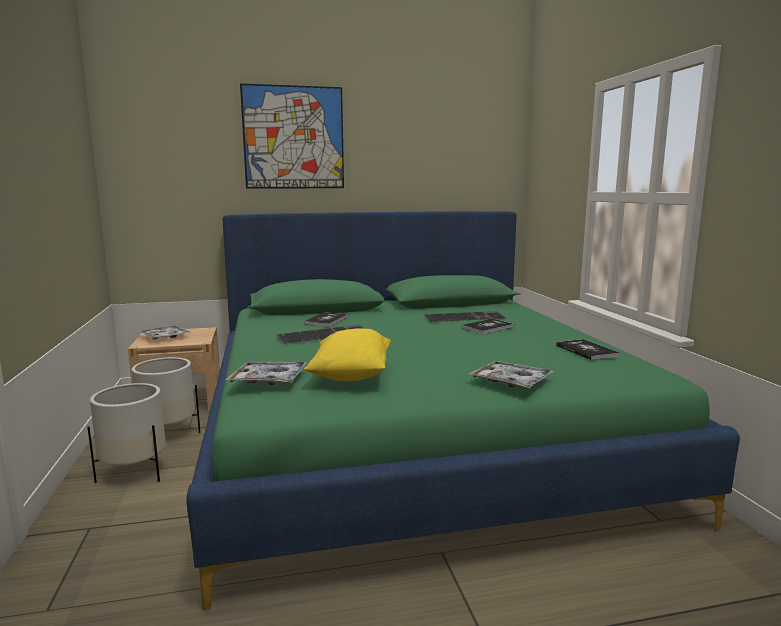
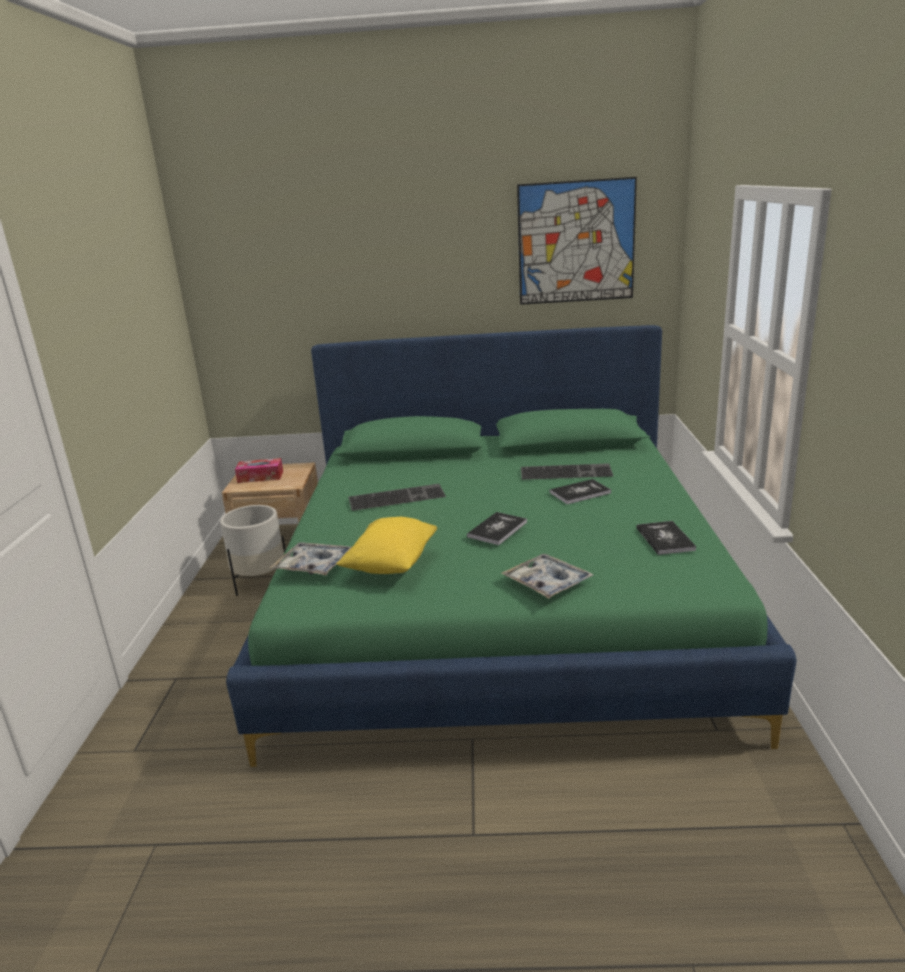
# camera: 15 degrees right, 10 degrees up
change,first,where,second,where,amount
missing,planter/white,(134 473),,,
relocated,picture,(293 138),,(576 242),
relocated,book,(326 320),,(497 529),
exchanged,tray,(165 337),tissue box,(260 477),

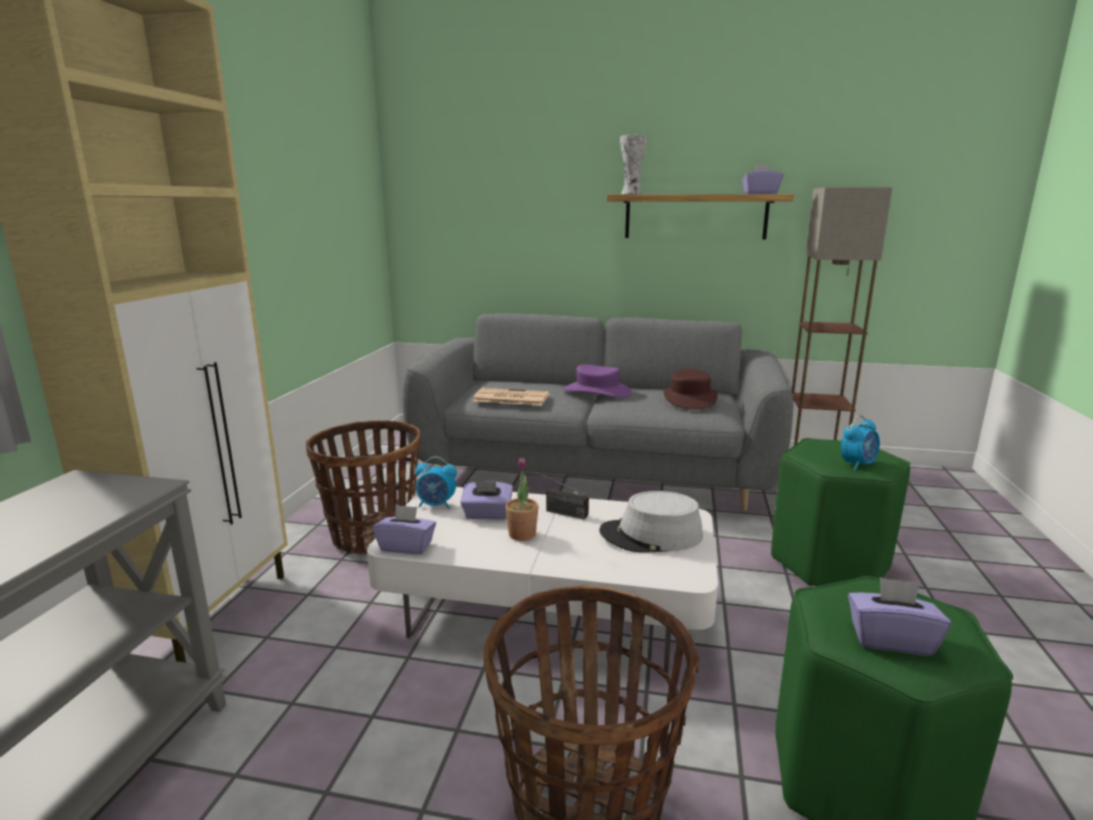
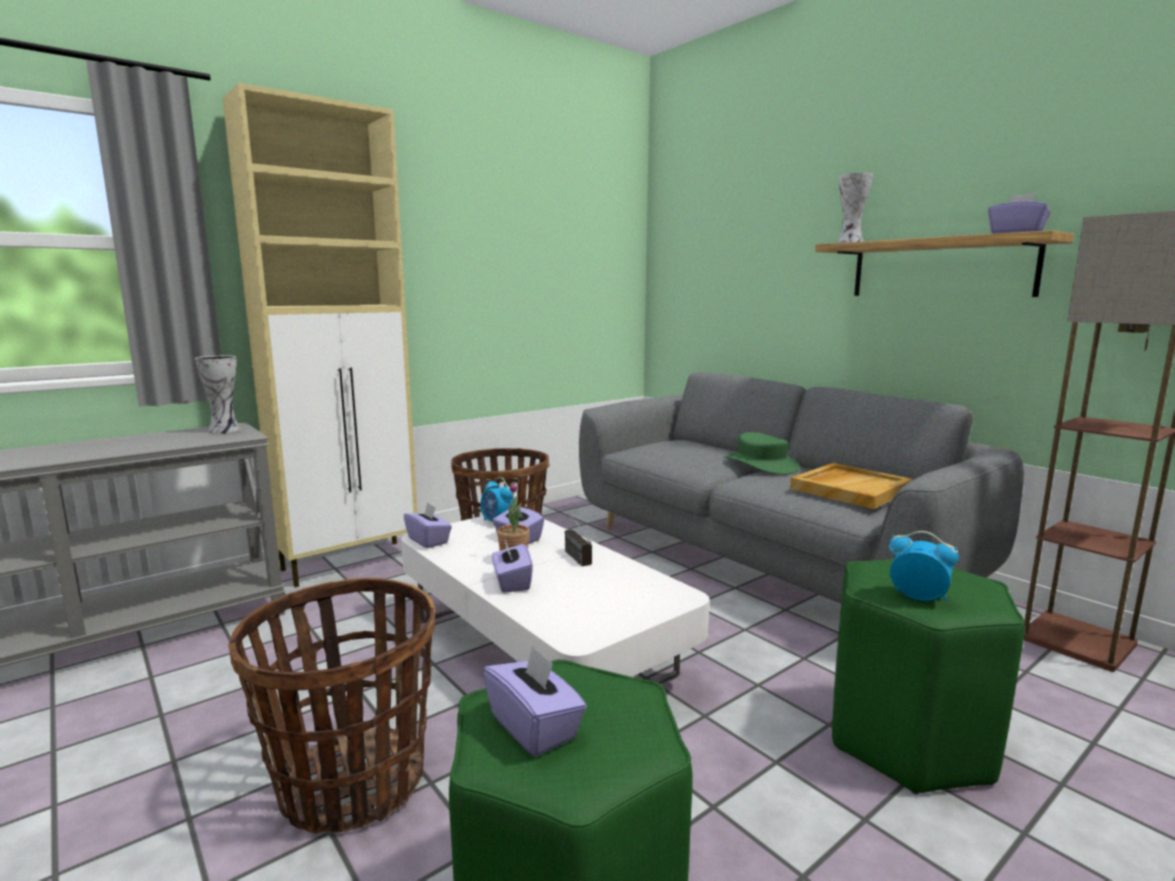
# camera: 40 degrees right, 5 degrees down
change,first,where,second,where,amount
missing,newspaper,(510 398),,,
missing,hat/grey,(651 535),,,
appeared,,,vase,(225 430),
appeared,,,tissue box/purple,(512 582),
exchanged,hat/brown,(689 398),tray/beige,(850 489),
colour,hat/purple,(597 391),hat/green,(761 464),
spun,alarm clock,(857 464),,(917 597),150 degrees counterclockwise

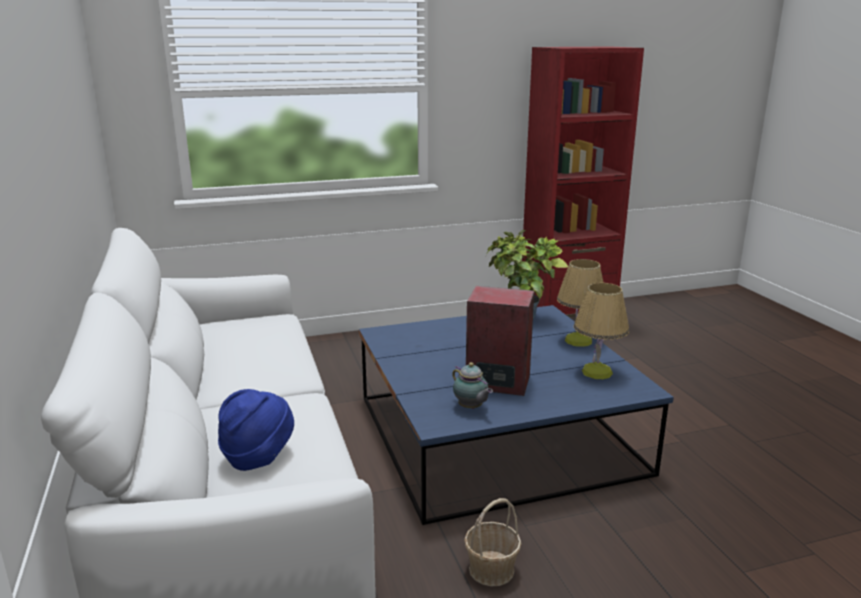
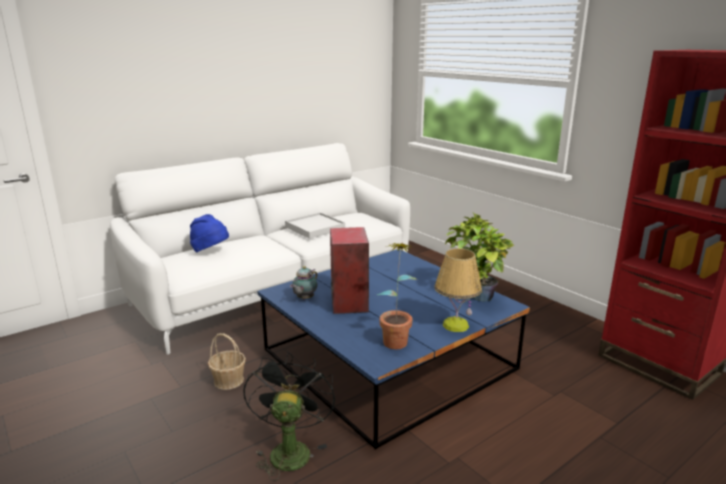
# camera: 70 degrees right, 0 degrees up
change,first,where,second,where,amount
appeared,,,fan/black,(289 449),
appeared,,,tray/white,(315 228),
exchanged,table lamp,(597 372),potted plant,(396 338),

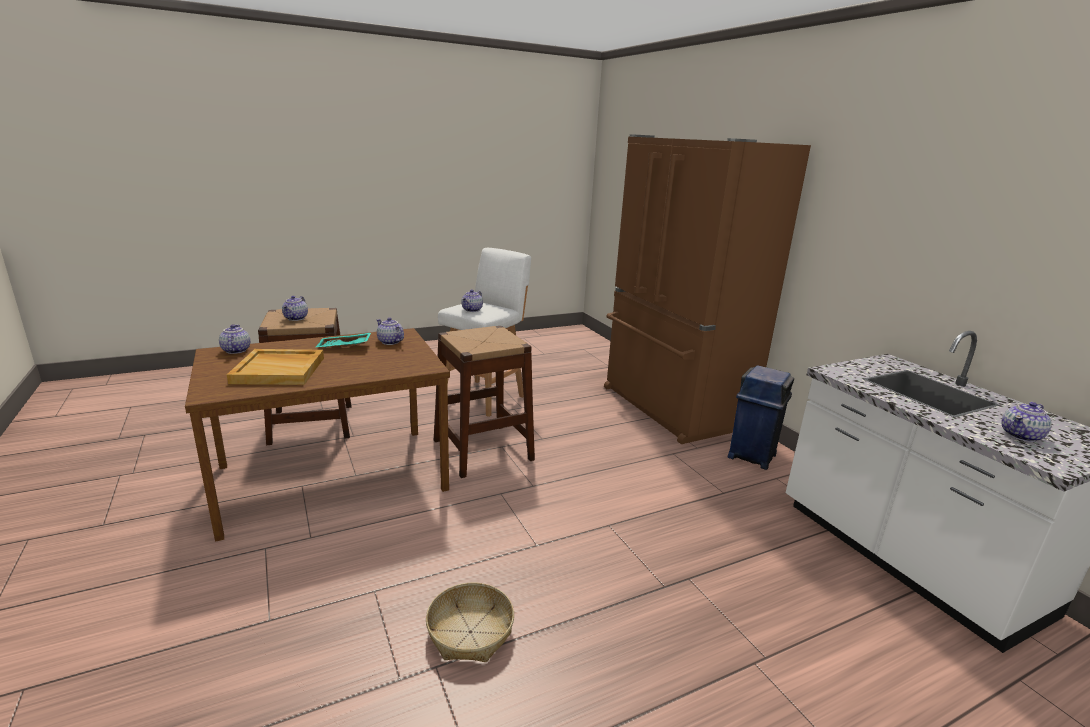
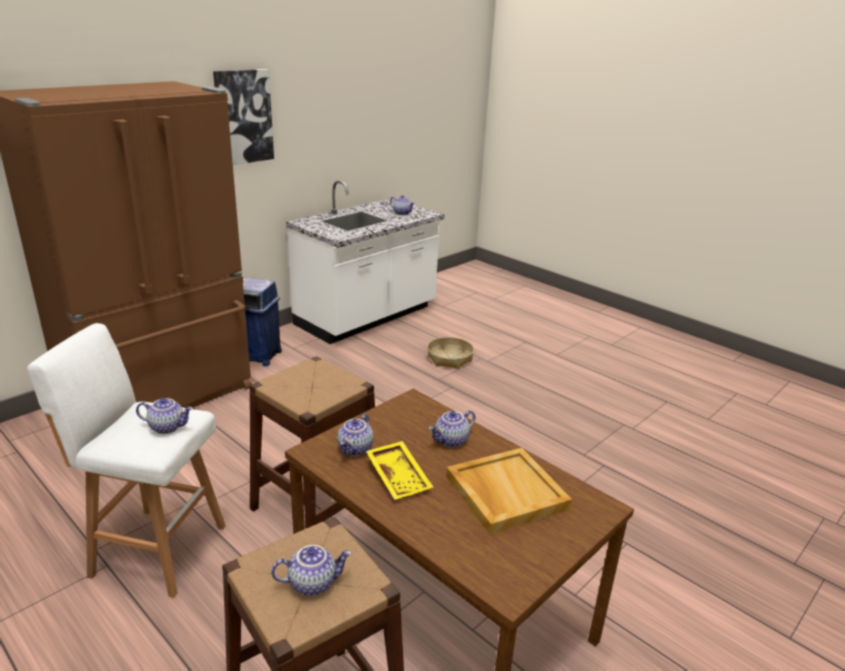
# camera: 110 degrees left, 5 degrees up
change,first,where,second,where,amount
appeared,,,picture,(243 117),
relocated,teapot,(235 350),,(451 441),
relocated,basket,(470 632),,(449 358),
colour,tray/turquoise,(344 347),tray/yellow,(399 477),

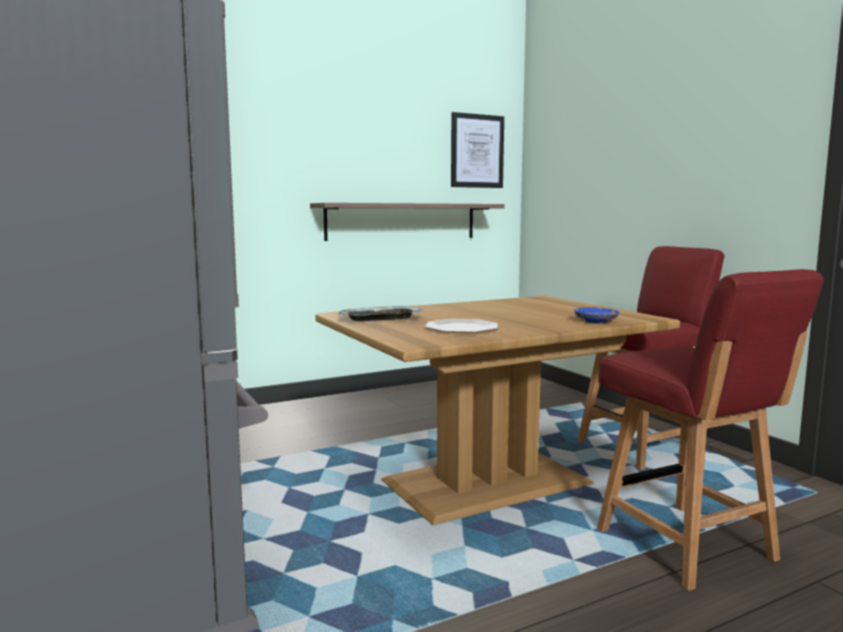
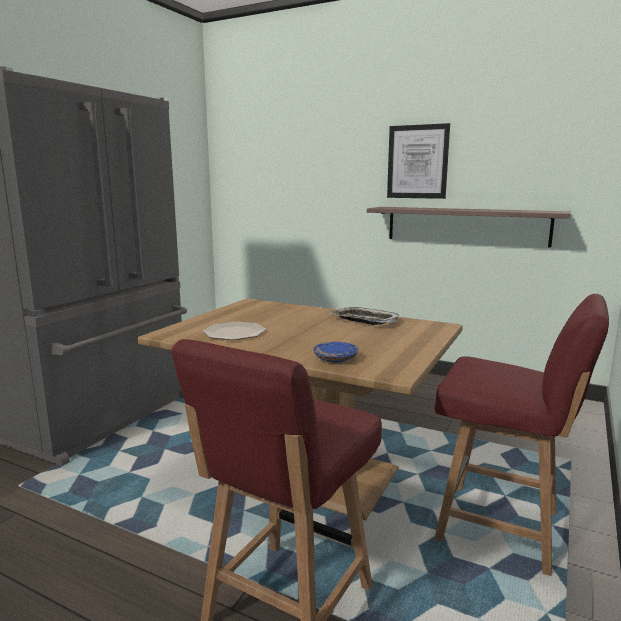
# camera: 55 degrees right, 5 degrees up
change,first,where,second,where,amount
relocated,tray,(380 319),,(364 320),
relocated,picture,(477 151),,(417 162),

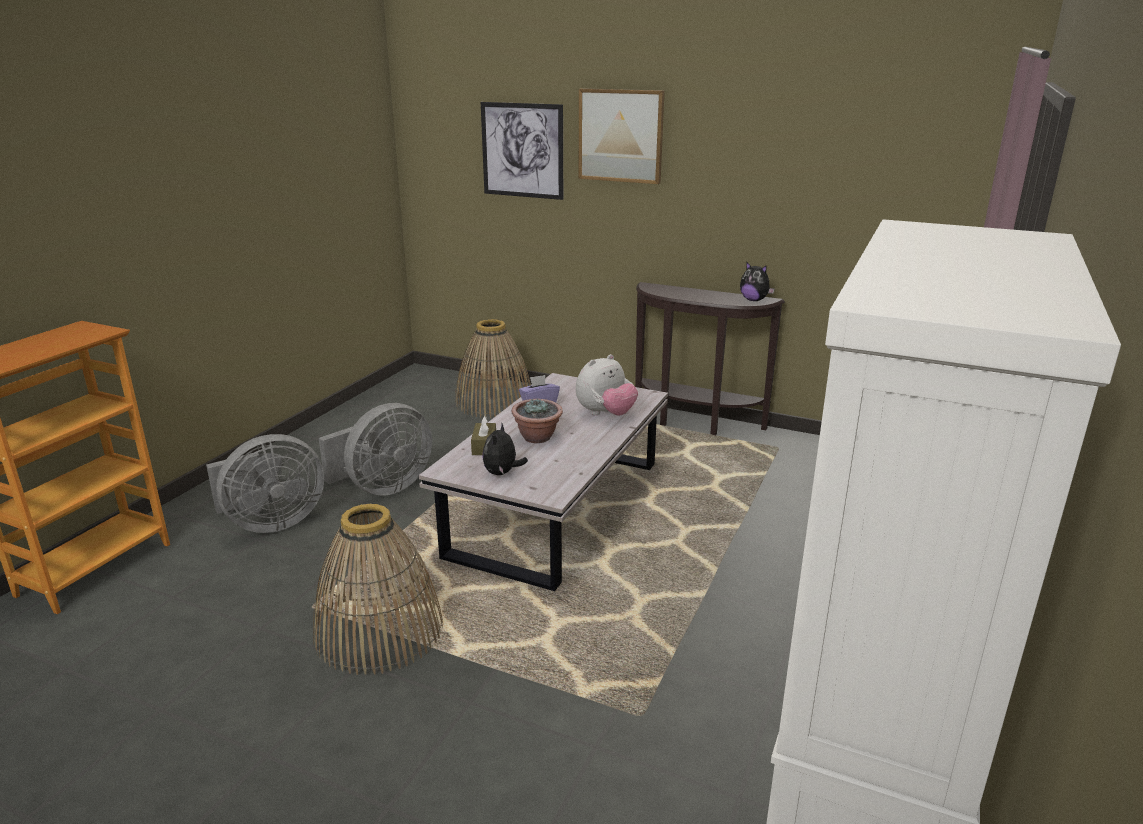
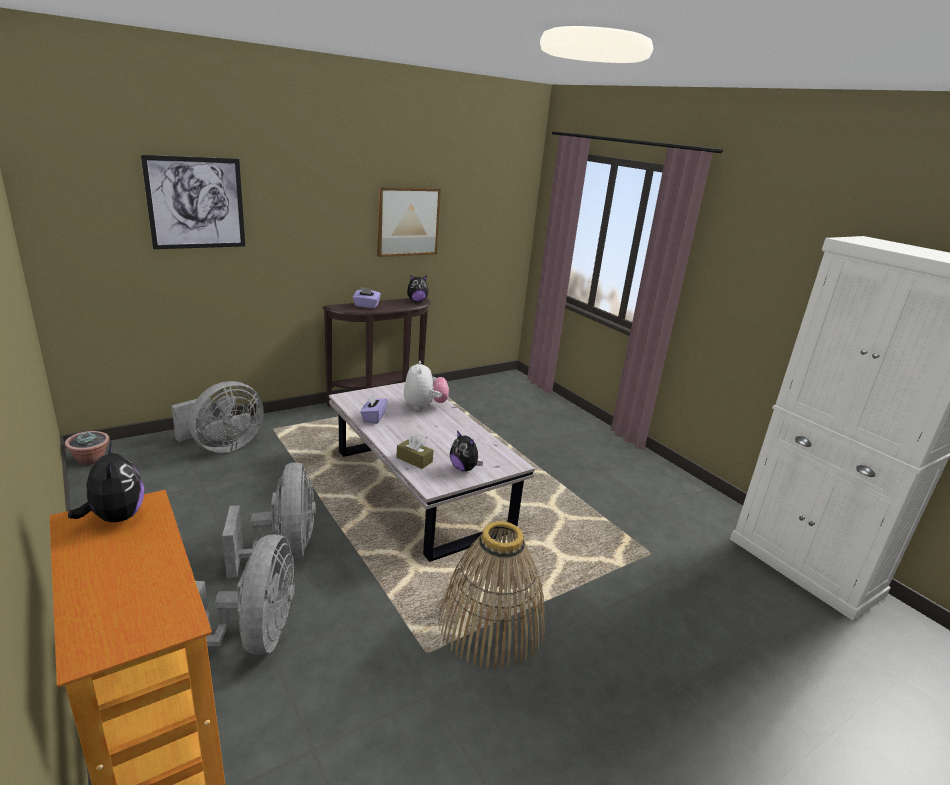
# camera: 60 degrees left, 0 degrees up
change,first,where,second,where,amount
appeared,,,plush toy,(115 517),
appeared,,,tissue box/purple,(366 306),
relocated,potted plant,(537 437),,(91 460),
relocated,picture,(621 136),,(407 221),
exchanged,basket,(494 402),fan/grey,(223 446),

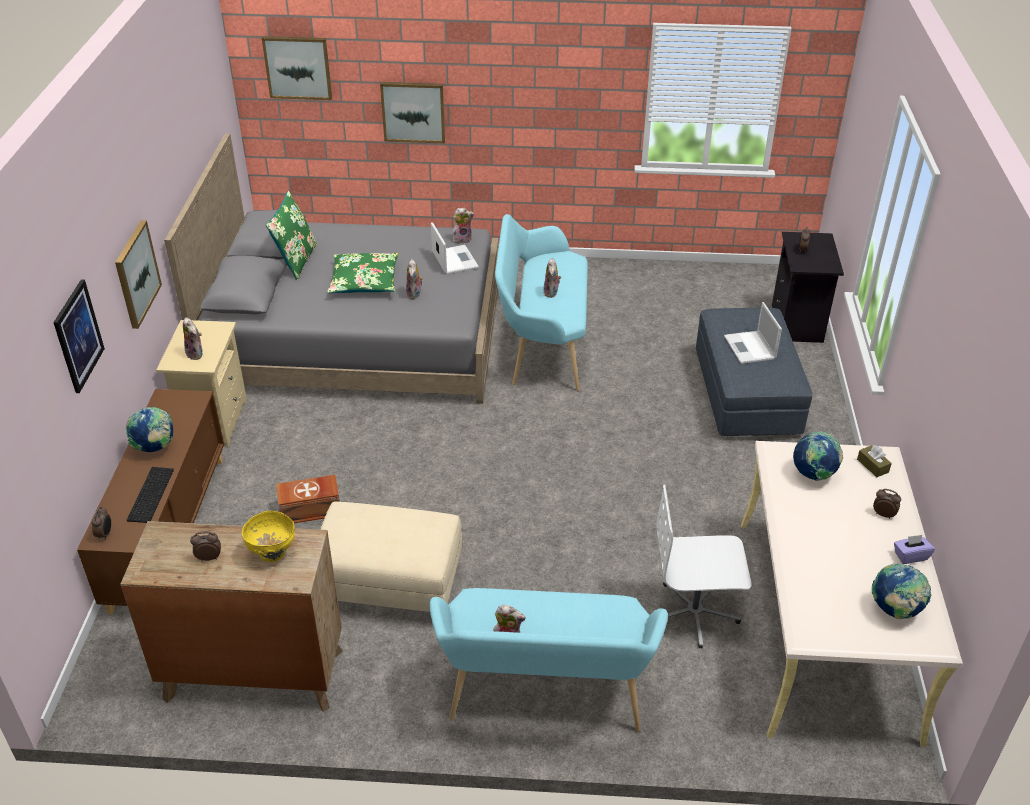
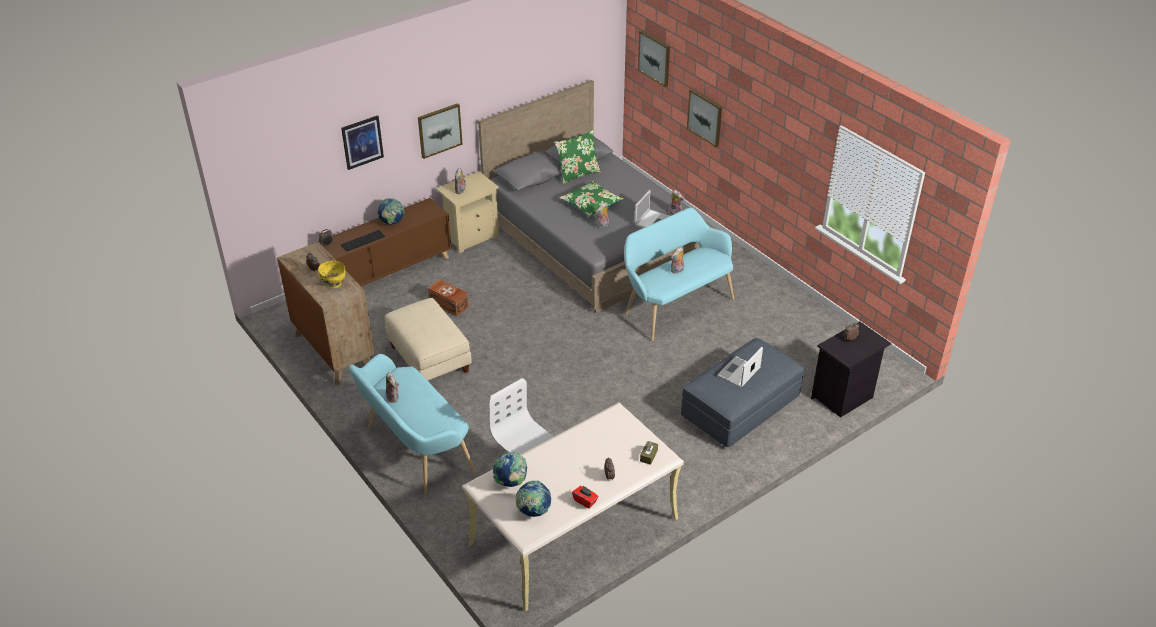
# camera: 50 degrees right, 0 degrees up
change,first,where,second,where,amount
relocated,globe,(813 474),,(511 482),
colour,tissue box/purple,(910 556),tissue box/red,(585 501),

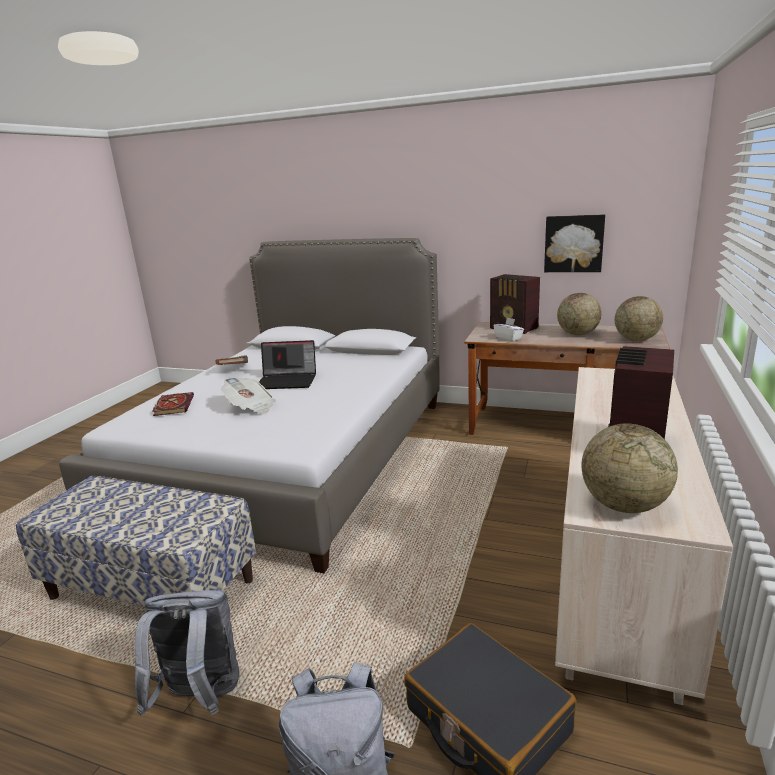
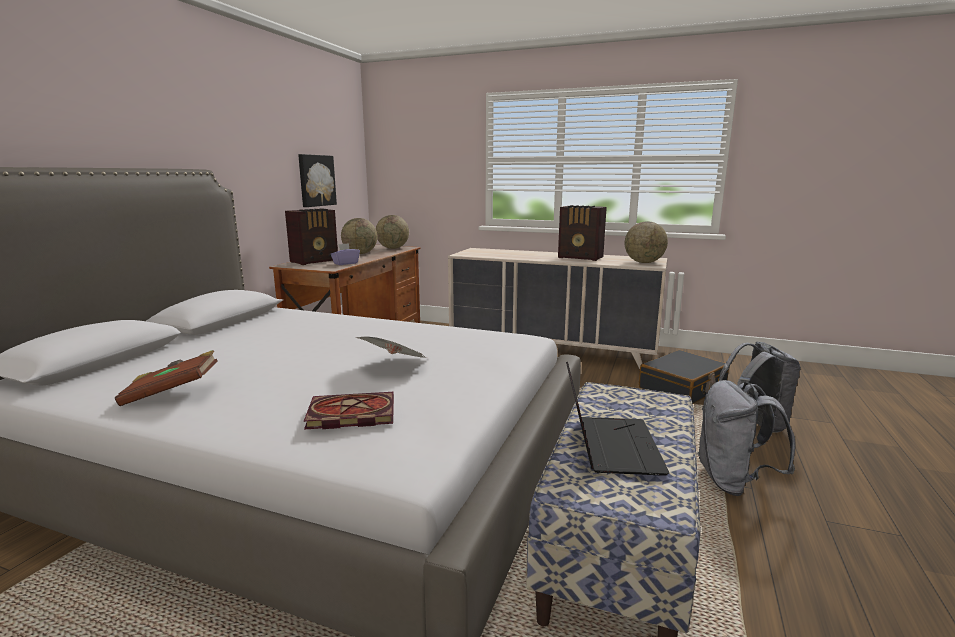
# camera: 90 degrees left, 5 degrees down
change,first,where,second,where,amount
relocated,laptop,(288 381),,(608 445),
colour,tissue box/white,(508 338),tissue box/purple,(345 263),

